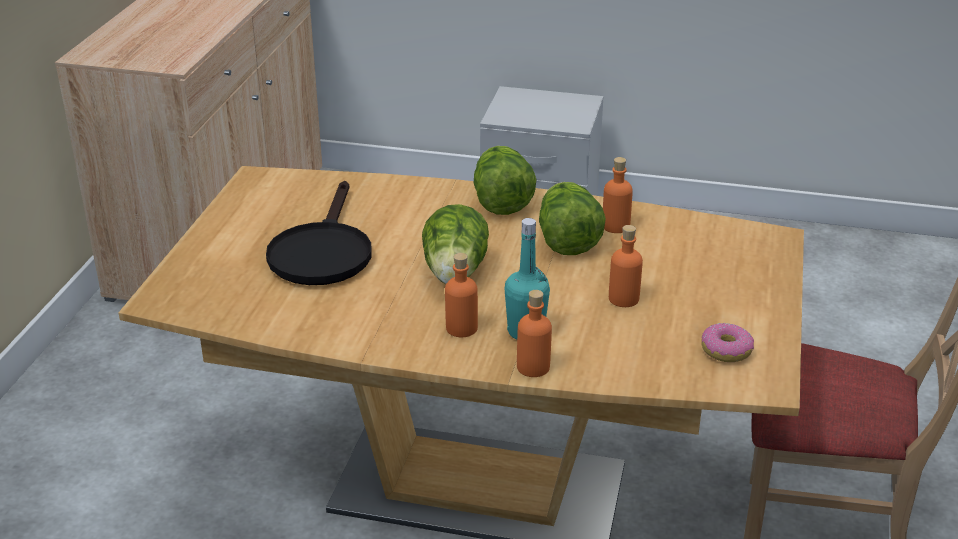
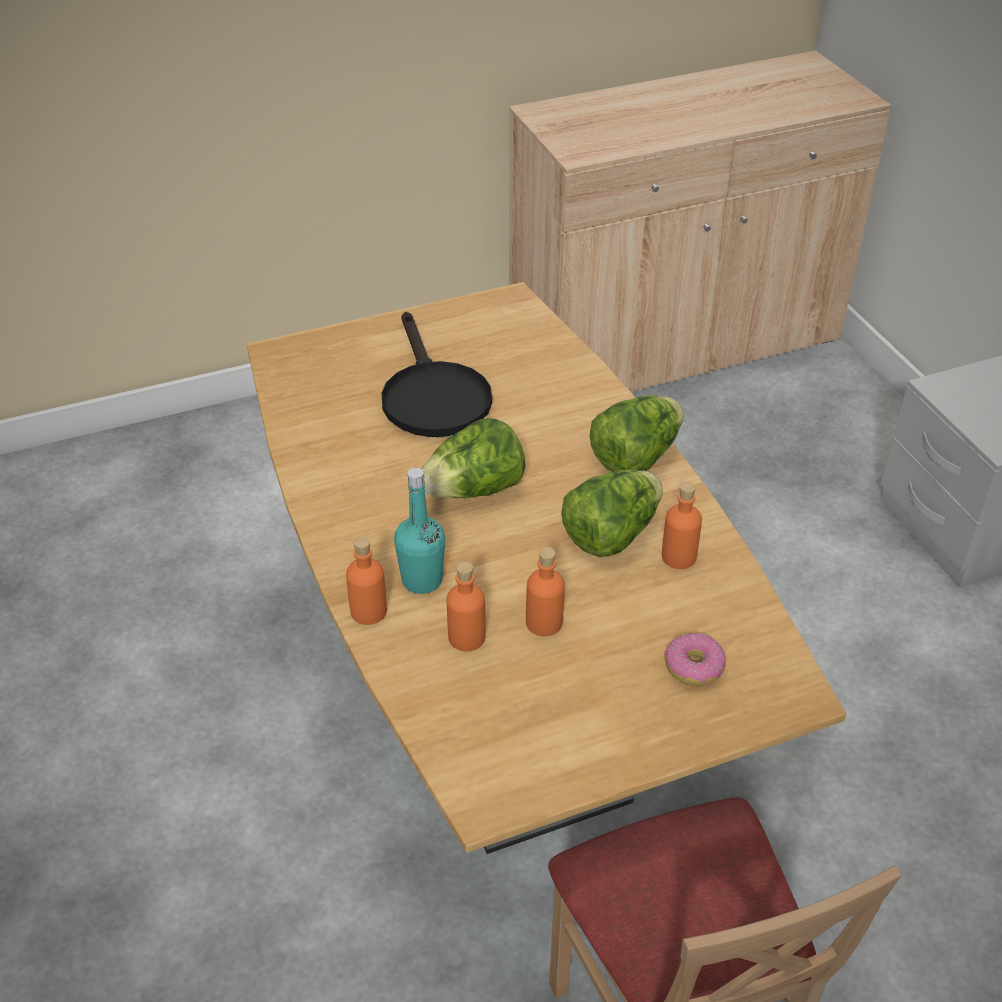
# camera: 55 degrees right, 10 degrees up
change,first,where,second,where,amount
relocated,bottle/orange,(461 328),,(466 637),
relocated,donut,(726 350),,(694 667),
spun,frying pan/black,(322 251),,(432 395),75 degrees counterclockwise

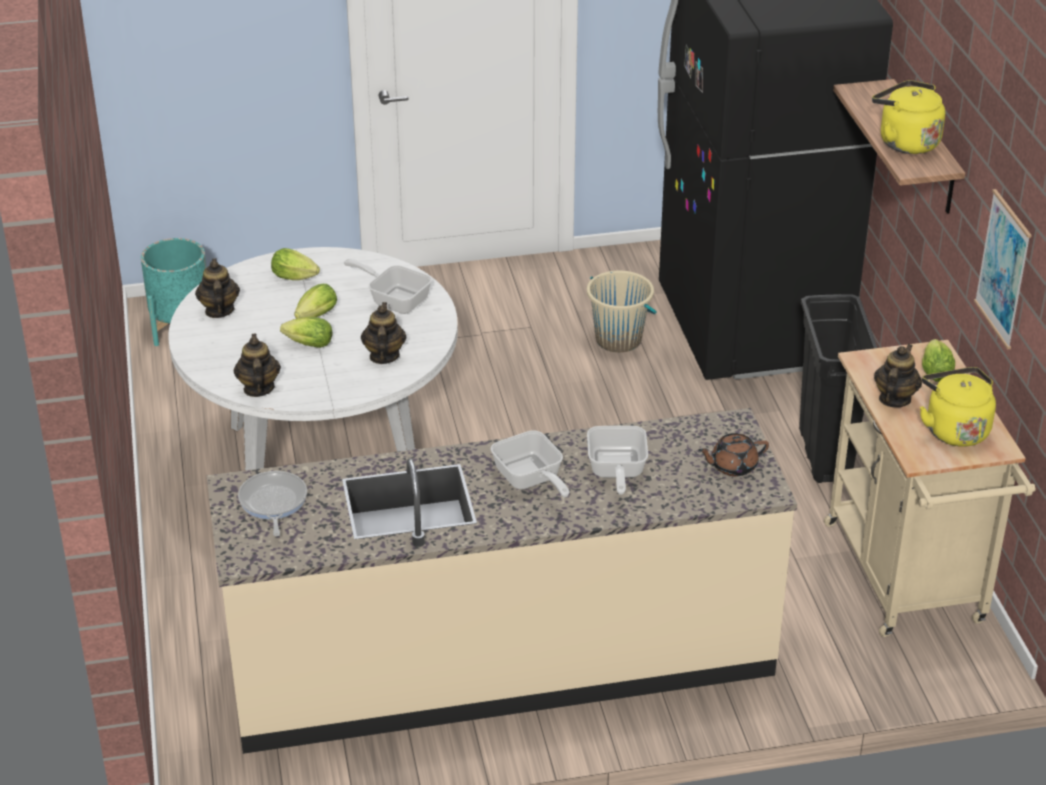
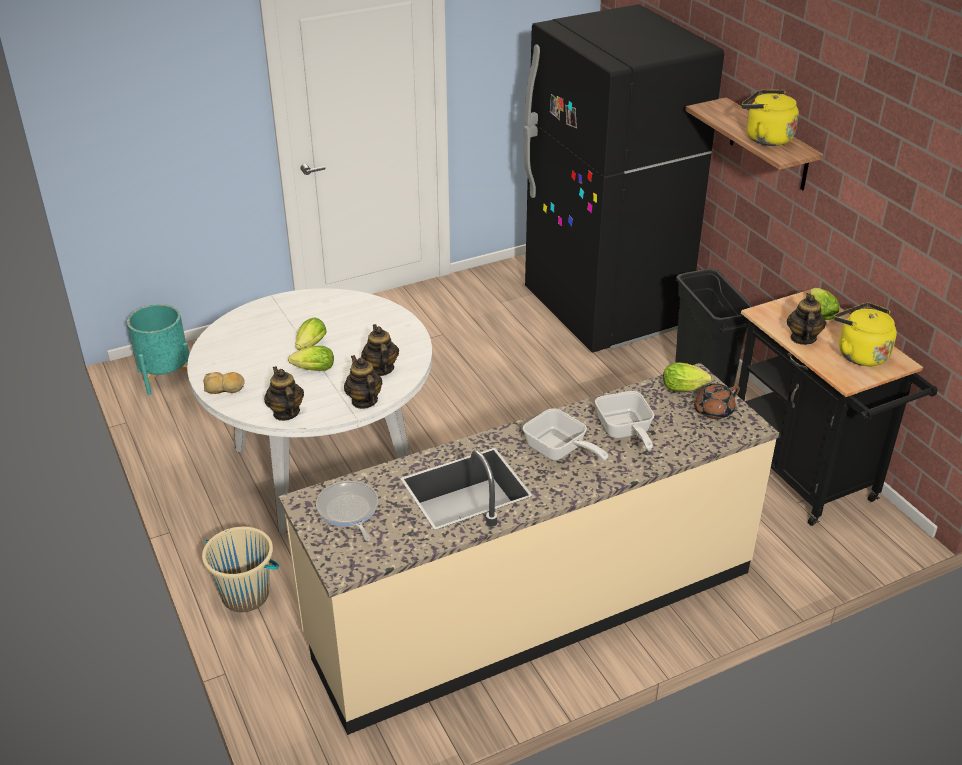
# camera: 15 degrees left, 0 degrees up
change,first,where,second,where,amount
missing,frying pan,(394 299),,,
missing,picture,(1003 269),,,
appeared,,,bread,(225 388),
relocated,teapot,(219 310),,(364 401),
relocated,lettuce,(297 278),,(686 388),
relocated,bucket/beige,(618 339),,(246 595),
colour,cart/beige,(908 581),cart/black,(807 478),

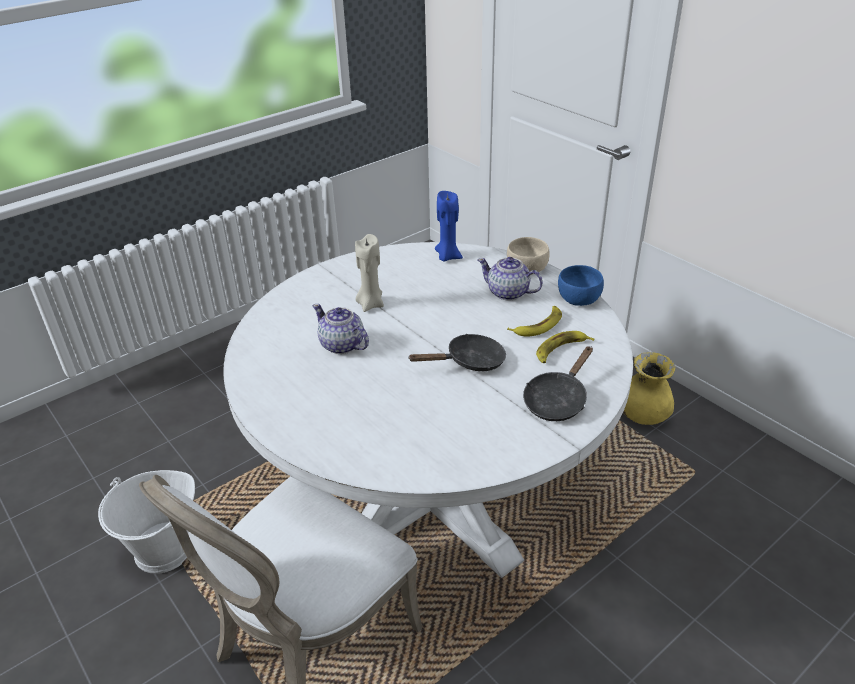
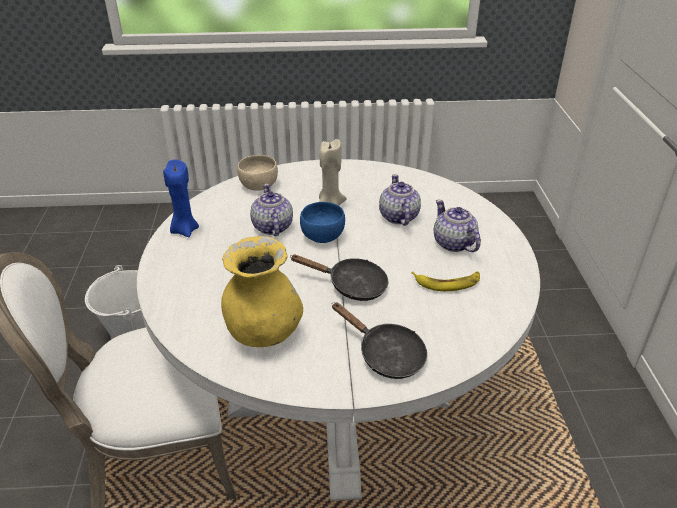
# camera: 35 degrees right, 0 degrees up
change,first,where,second,where,amount
missing,banana,(561 350),,,
appeared,,,teapot,(398 217),
relocated,candle/blue,(447 257),,(184 230),
relocated,bowl/beige,(527 269),,(259 185),
relocated,bowl/blue,(579 299),,(322 236),
relocated,vase/yellow,(643 416),,(263 333),
spun,frying pan/black,(557 400),,(386 355),120 degrees counterclockwise

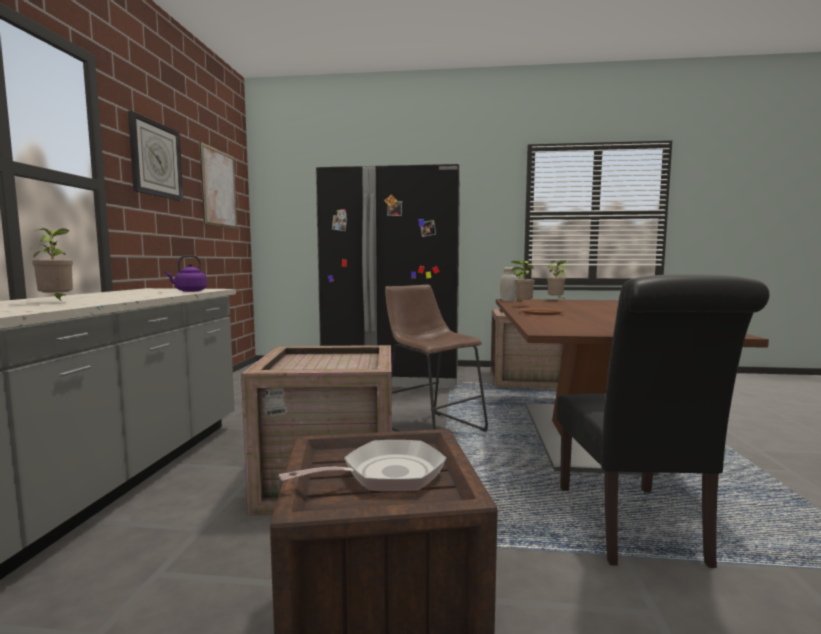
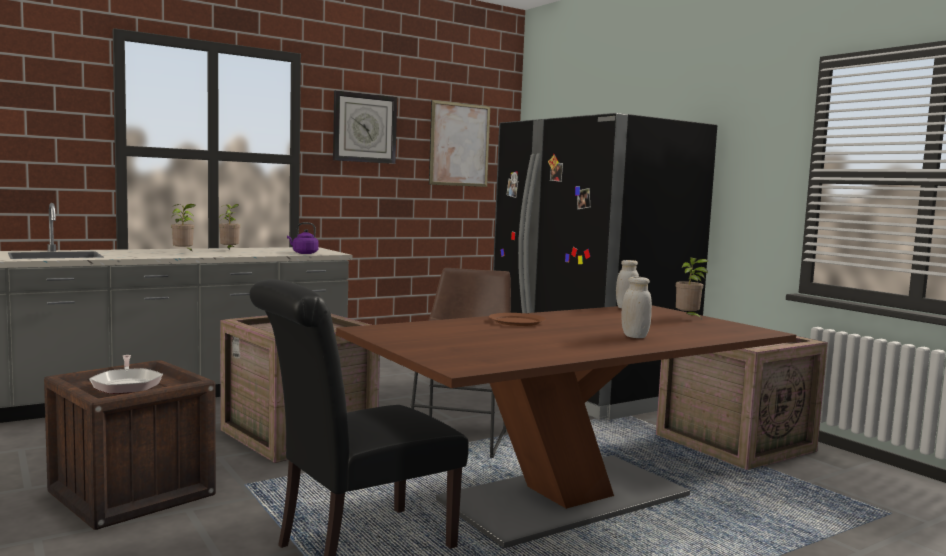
# camera: 50 degrees right, 0 degrees up
change,first,where,second,where,amount
appeared,,,jar/white,(634 336),
relocated,potted plant,(522 305),,(229 251),
spun,frying pan,(386 475),,(127 384),45 degrees clockwise

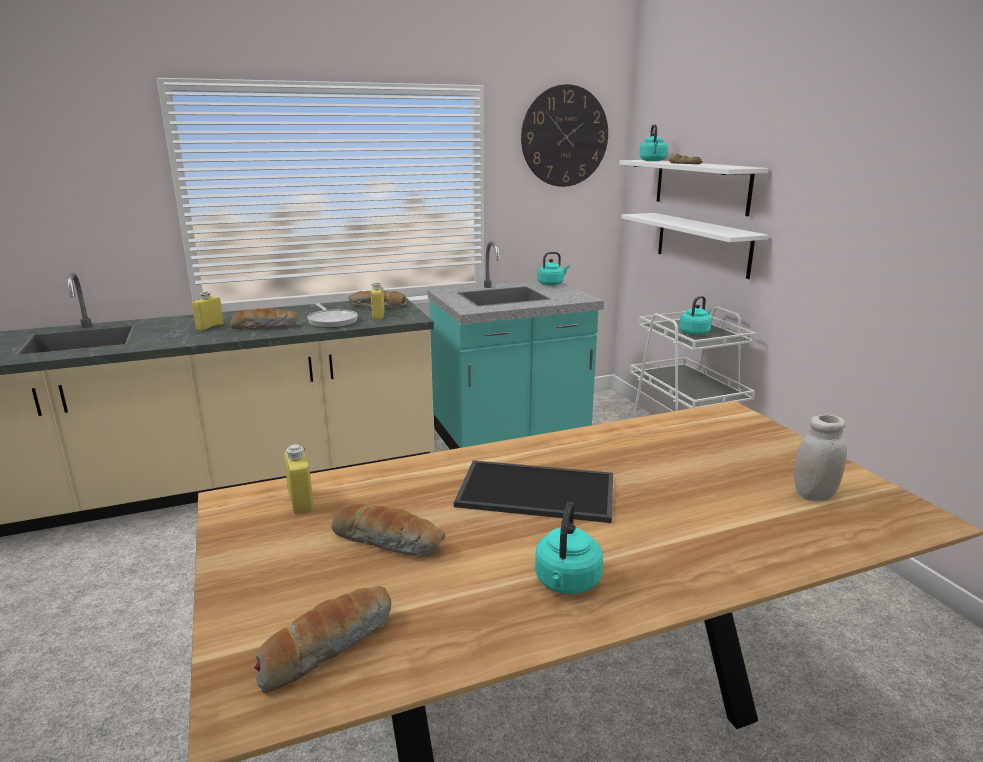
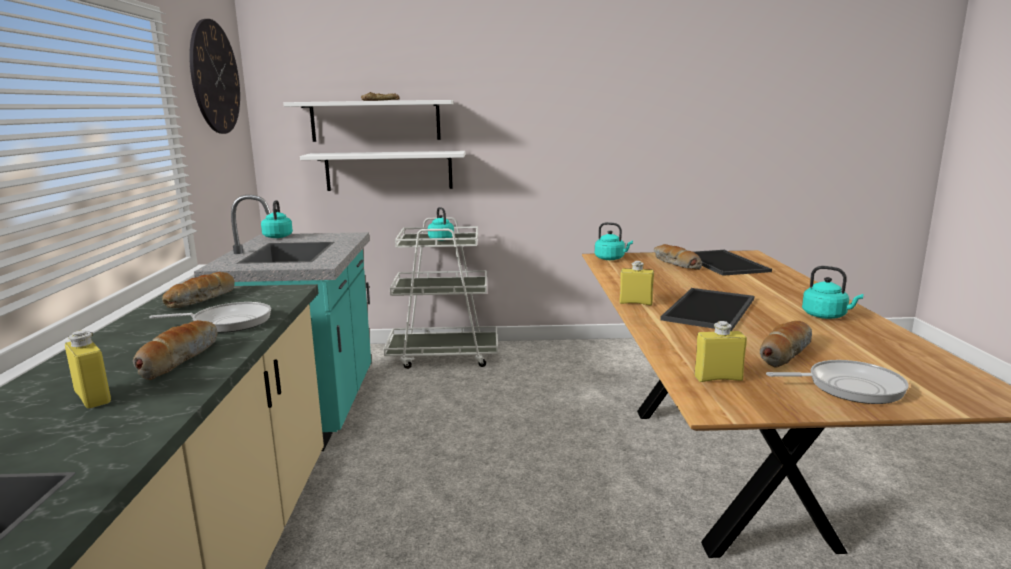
# camera: 70 degrees left, 5 degrees down
change,first,where,second,where,amount
appeared,,,frying pan,(849 387),
relocated,bread,(327 646),,(675 264),
relocated,bottle/yellow,(378 316),,(635 303),
relocated,kettle/turquoise,(653 161),,(611 258),
exchanged,jar/white,(814 495),tray,(721 263),

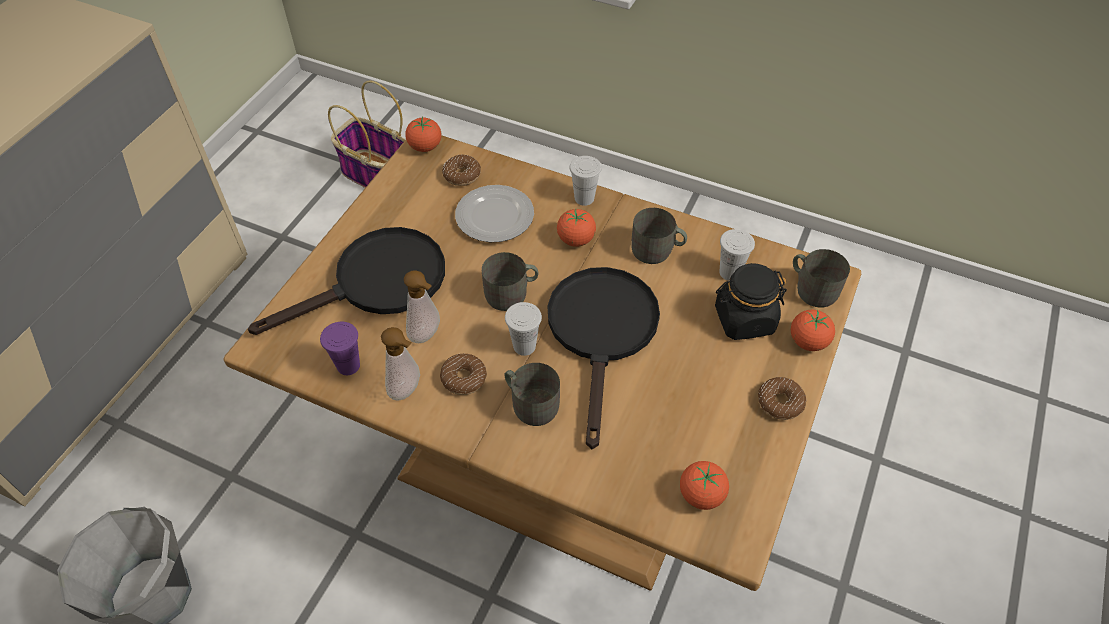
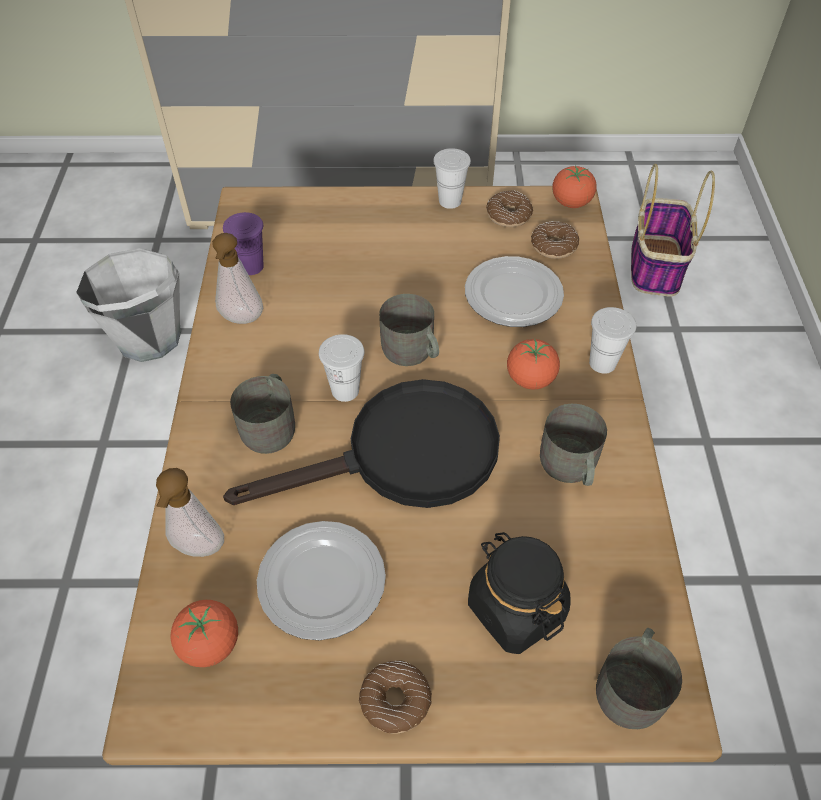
# camera: 65 degrees right, 0 degrees up
change,first,where,second,where,amount
missing,frying pan/black,(377 283),,,
missing,tomato,(808 341),,,
appeared,,,plate,(320 581),
relocated,soap dispenser,(427 335),,(198 550),
relocated,donut,(463 378),,(508 215),
relocated,cup/white,(729 273),,(450 201),

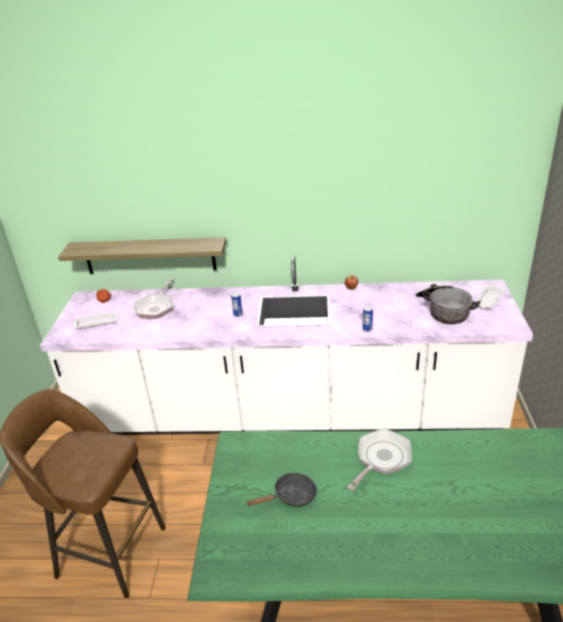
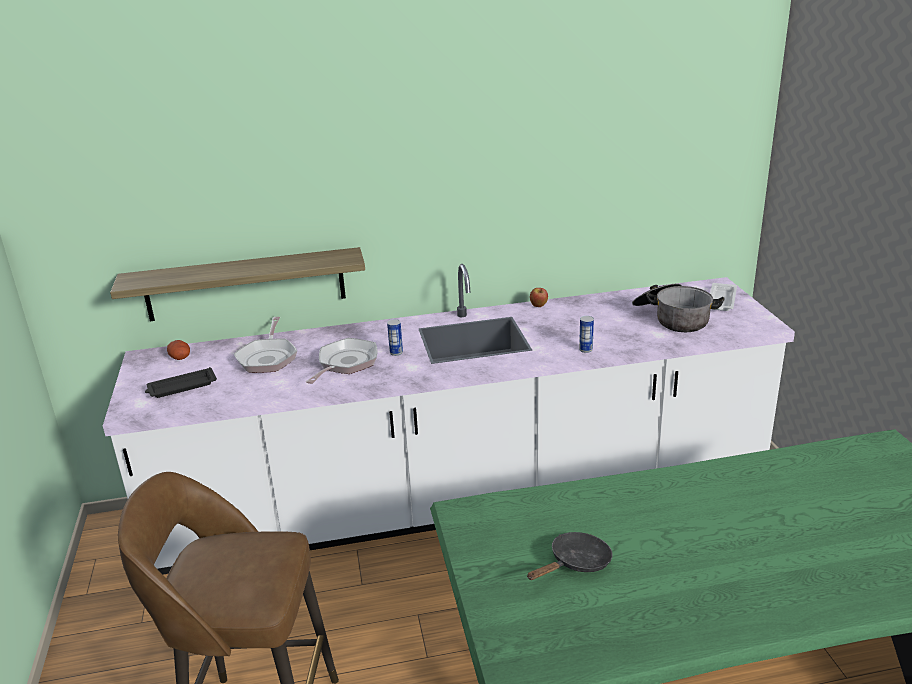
# camera: 15 degrees left, 5 degrees down
change,first,where,second,where,amount
relocated,frying pan,(381 459),,(345 364),
colour,tray/white,(95 323),tray/black,(181 387),

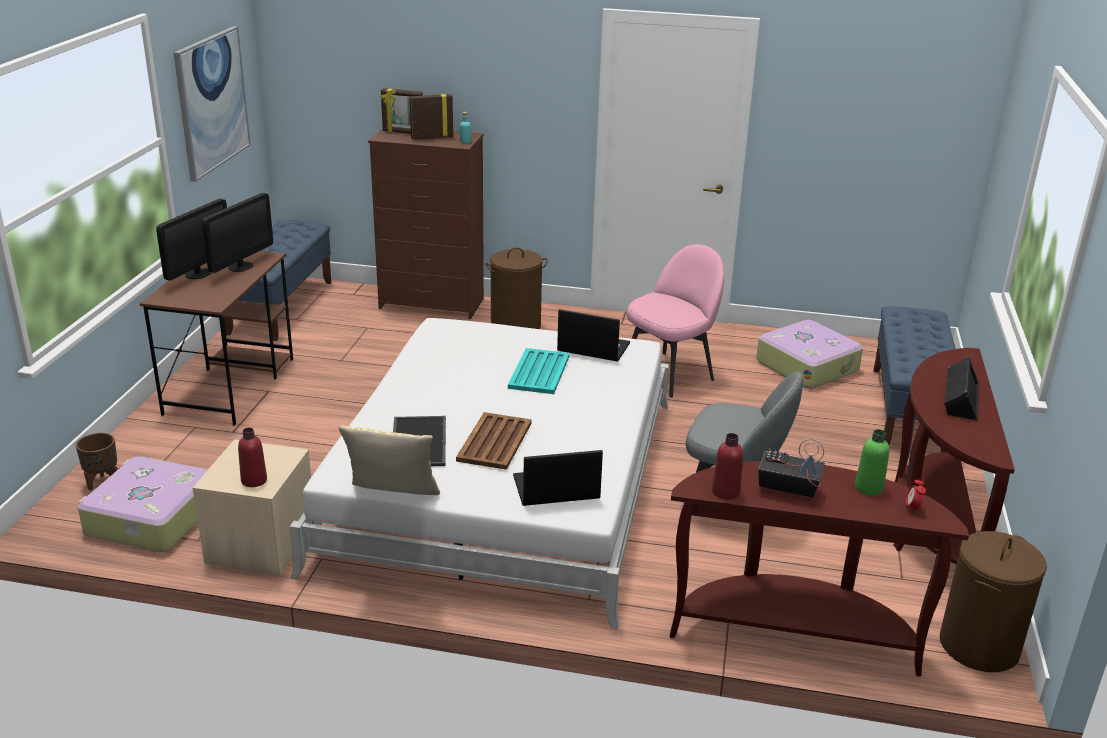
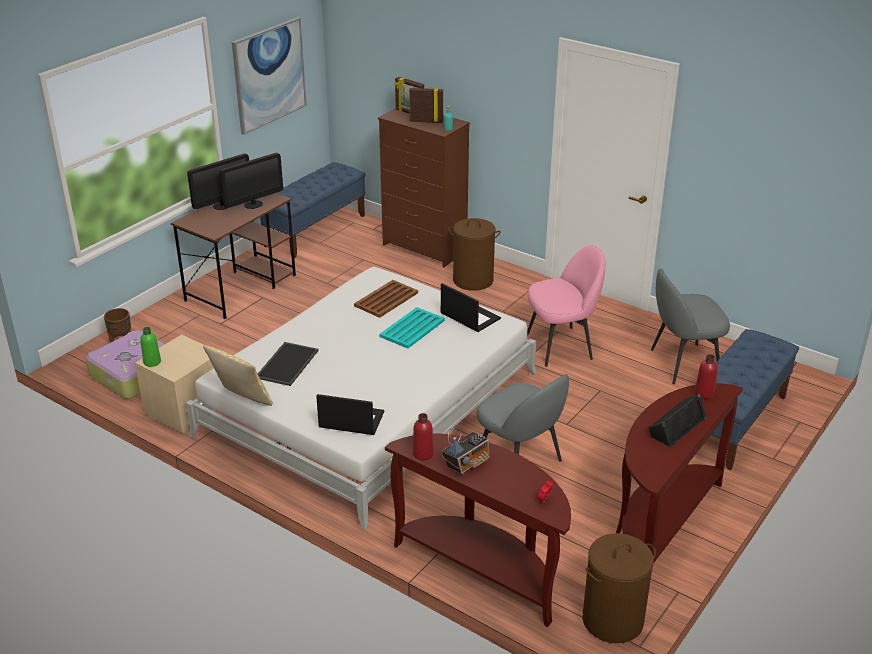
# camera: 25 degrees right, 5 degrees up
change,first,where,second,where,amount
relocated,bottle/red,(254 480),,(704 393),
relocated,tray/brown,(494 442),,(385 299),
relocated,bottle/green,(869 488),,(152 362),
exchanged,suitcase,(807 365),chair/grey,(682 364),
spun,radio,(787 490),,(467 463),90 degrees clockwise

